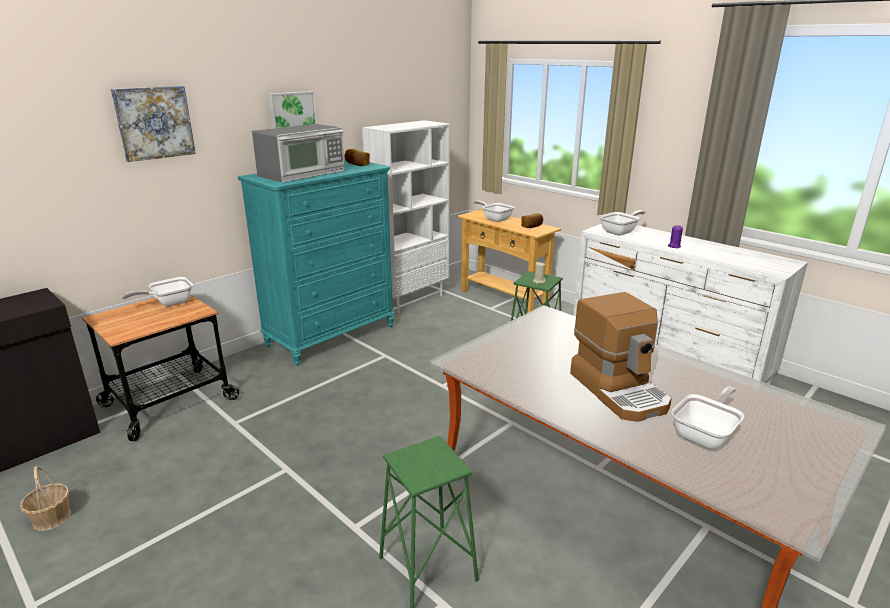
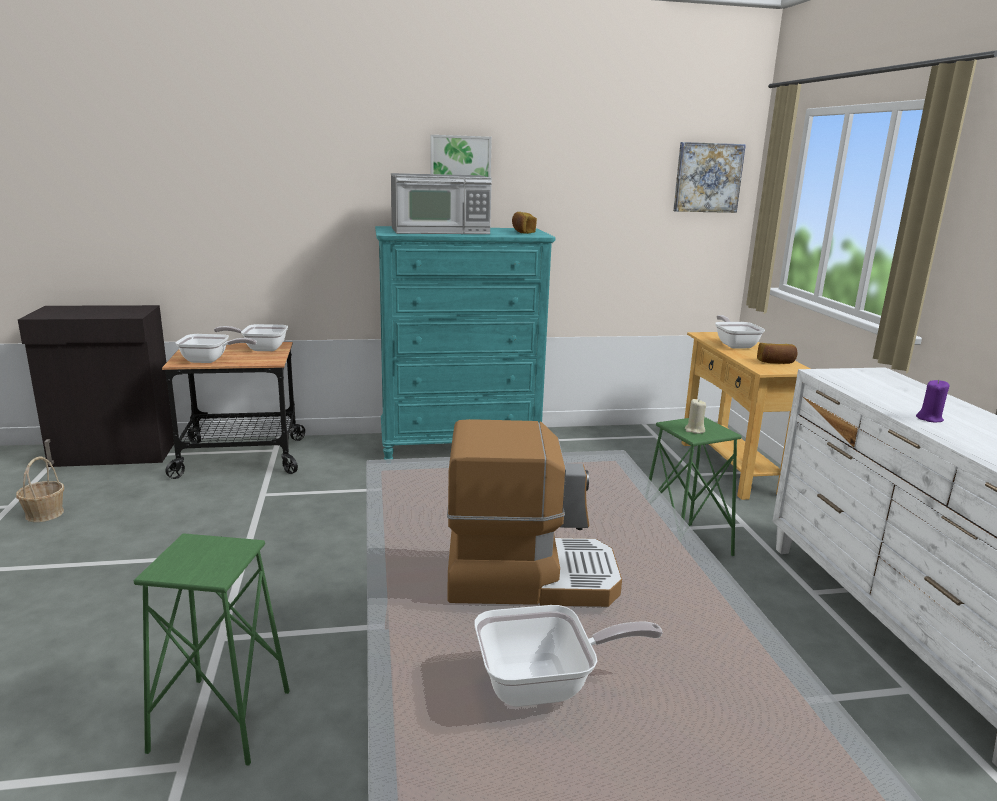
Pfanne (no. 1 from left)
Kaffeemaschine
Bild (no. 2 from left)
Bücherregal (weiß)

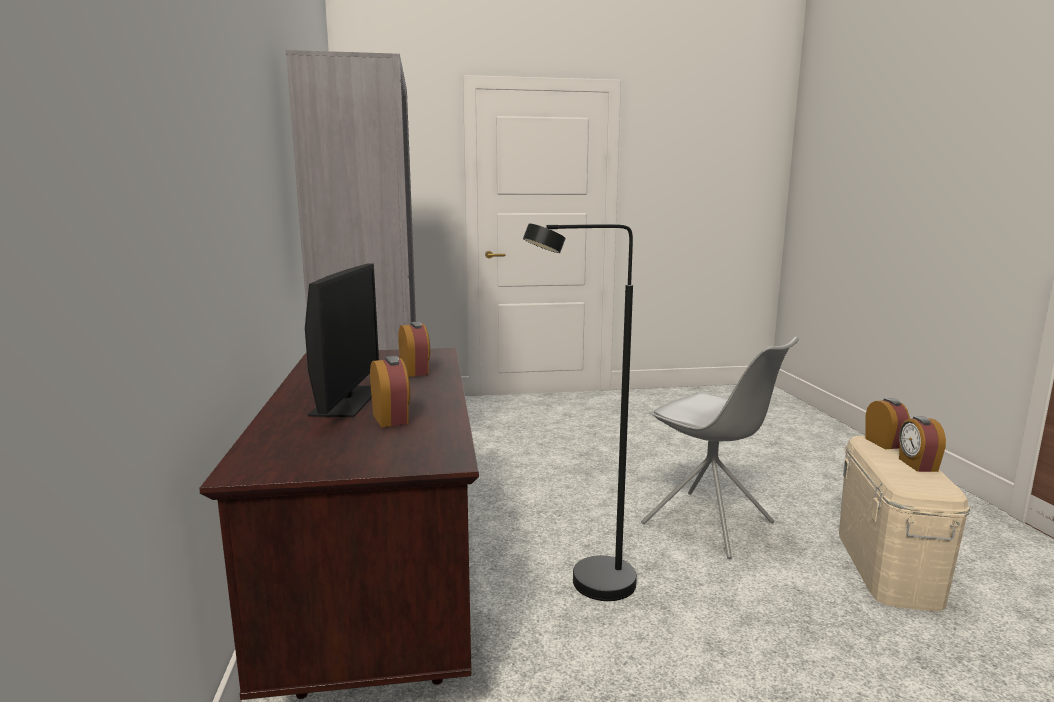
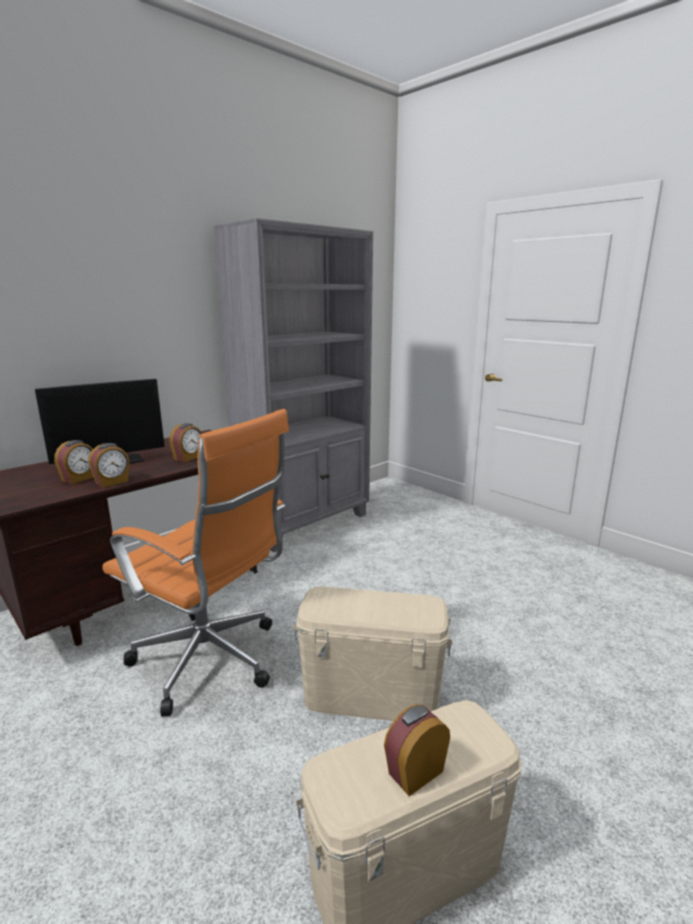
Wecker (no. 2 from left)
Bürostuhl (orange)
Aufbewahrungsbox (beige) (no. 1 from left)

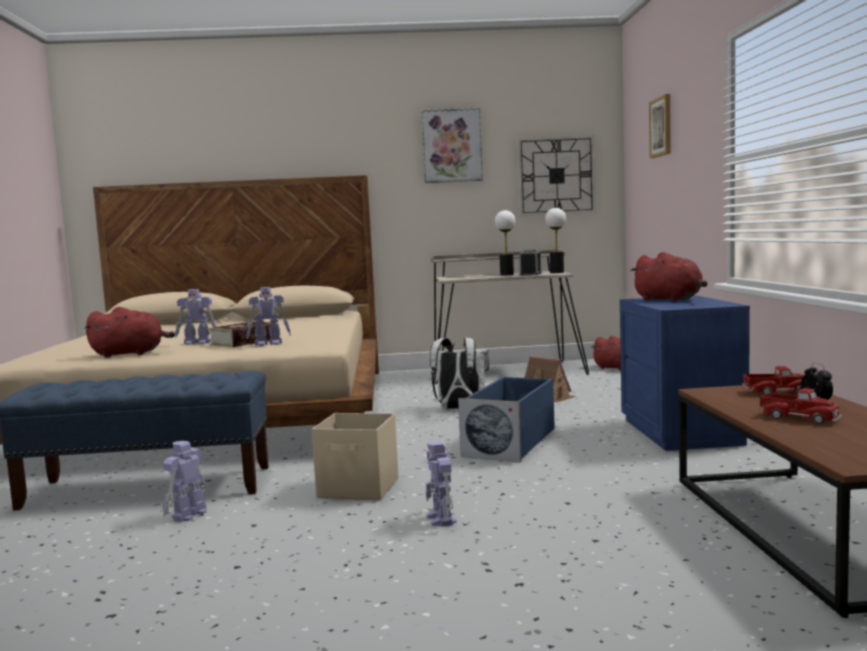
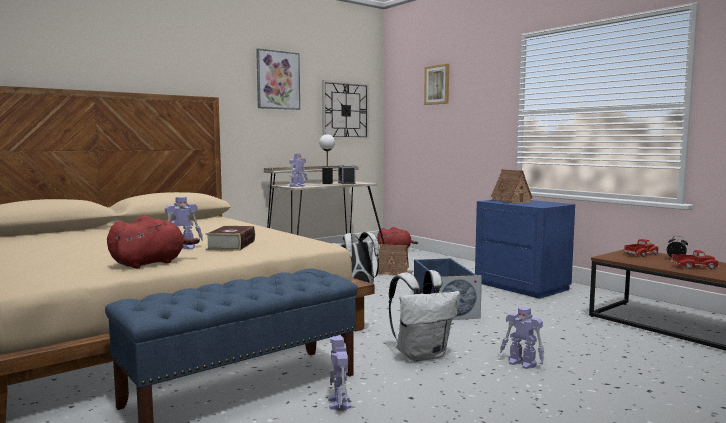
Spielzeugroboter (no. 2 from left)
Rucksack (weiß) (no. 2 from left)
Spielzeughaus (no. 2 from left)
Tischlampe (no. 2 from left in the first image)

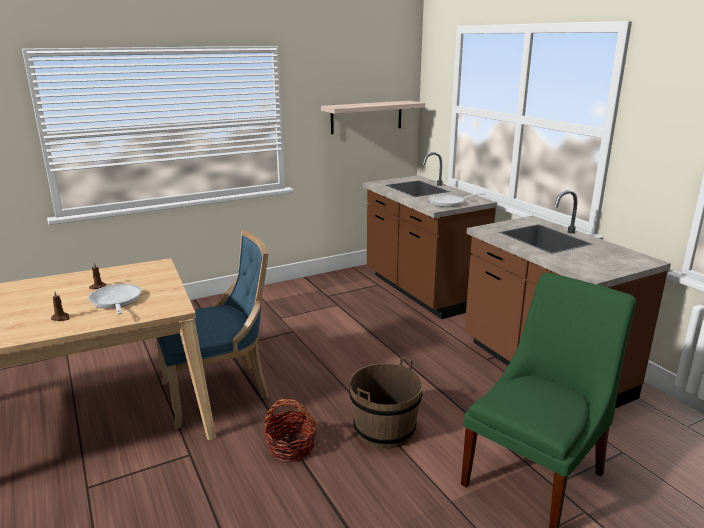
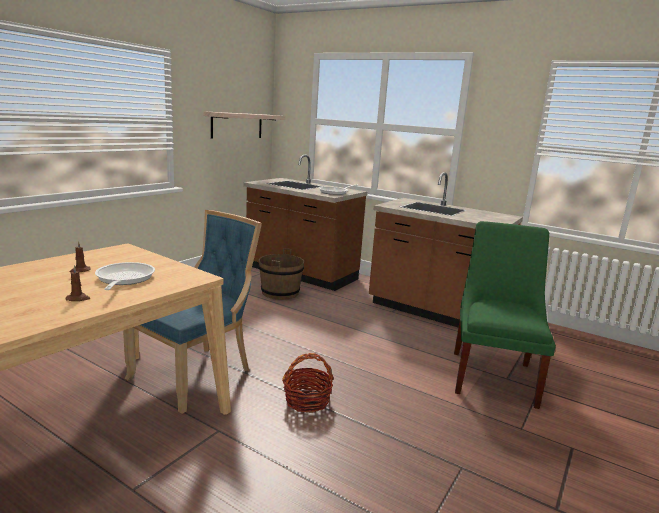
Pfanne (no. 1 from left)
Eimer (braun)

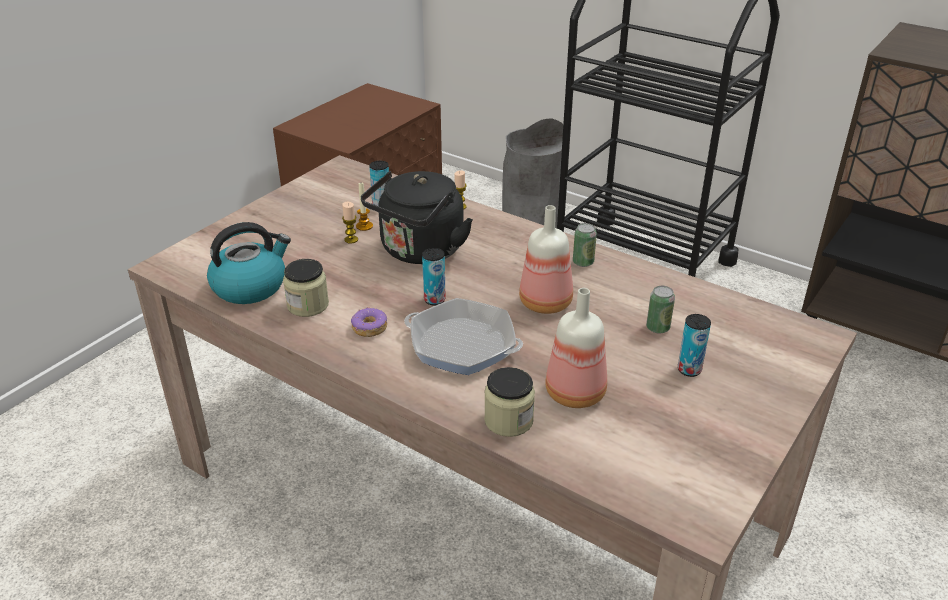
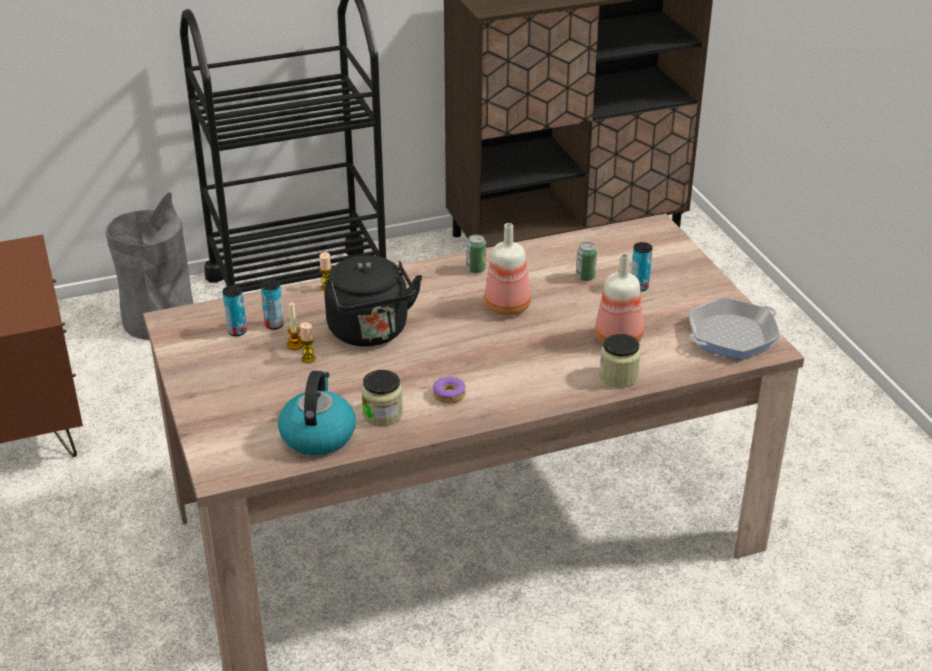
Dose (no. 1 from left)
Pfanne

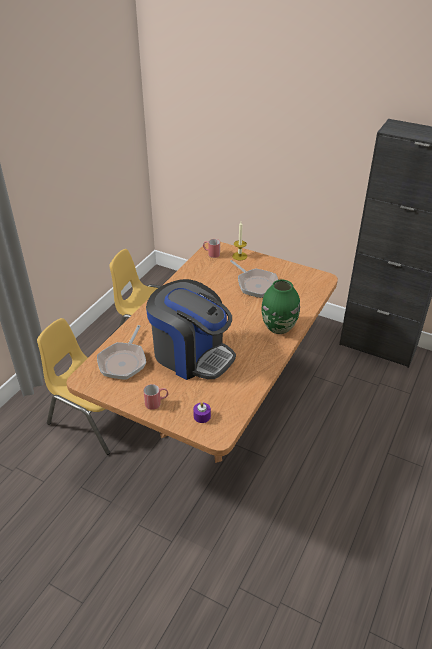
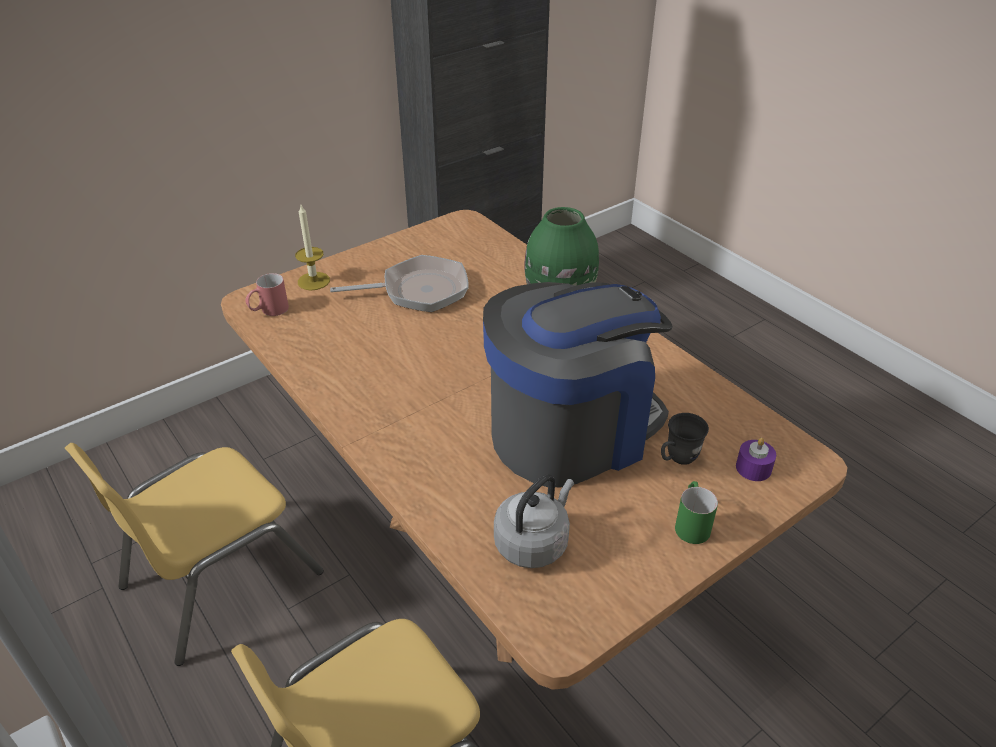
Wasserkessel (grau)
Henkelbecher (grau)
Henkelbecher (grün)

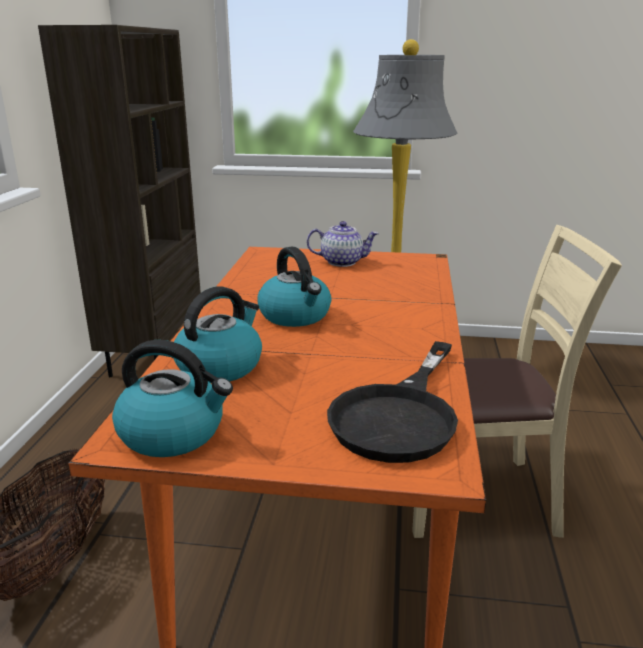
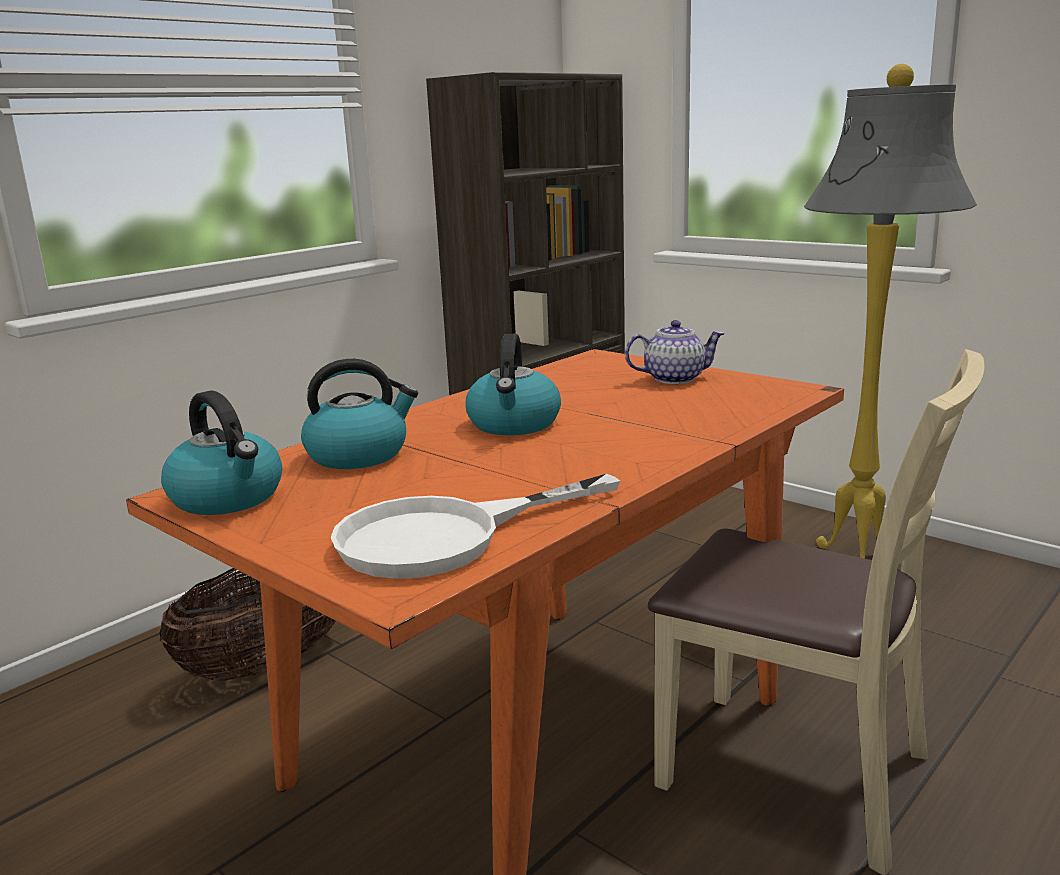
Pfanne (weiß)
Teekanne

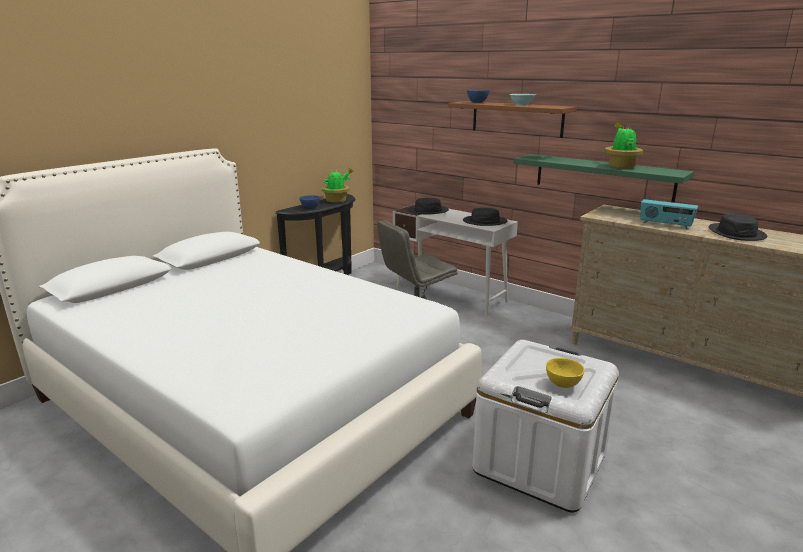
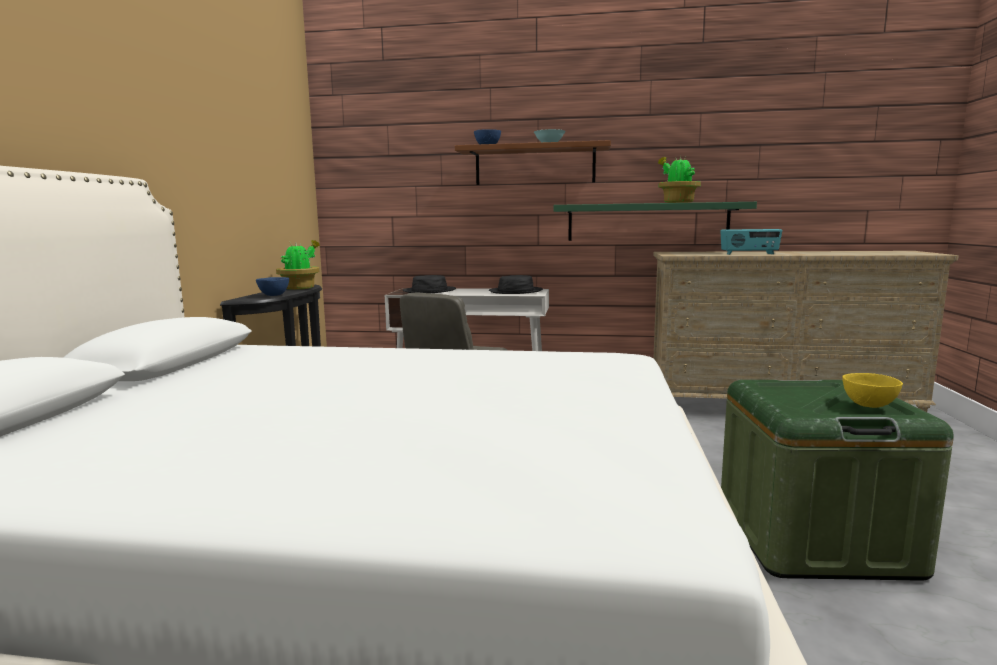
Aufbewahrungsbox (grün)
Hut (schwarz) (no. 3 from left in the first image)

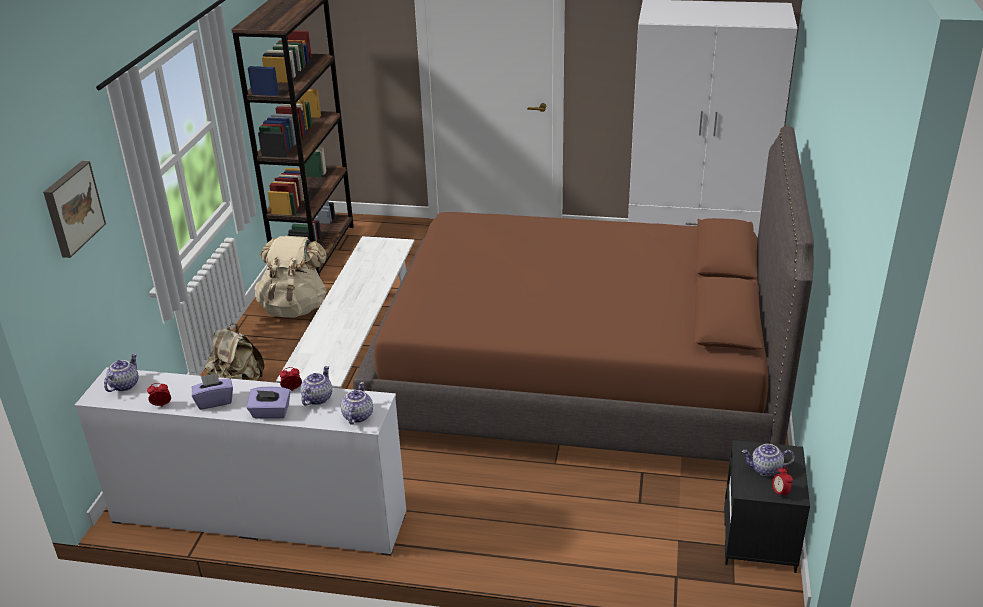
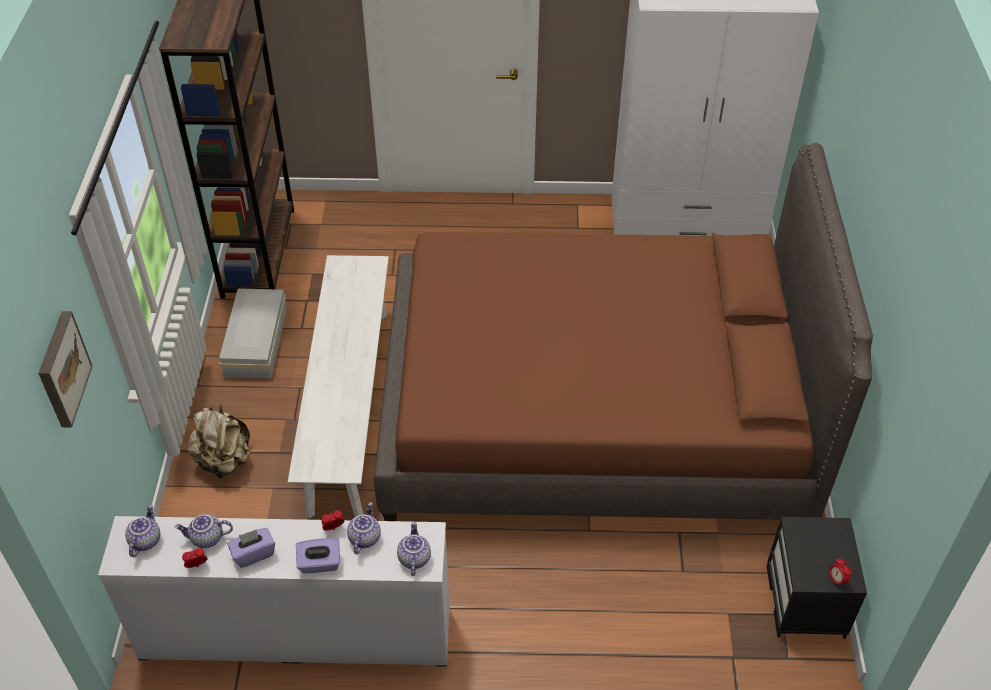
Teekanne (no. 2 from left)
Aufbewahrungsbox (weiß)

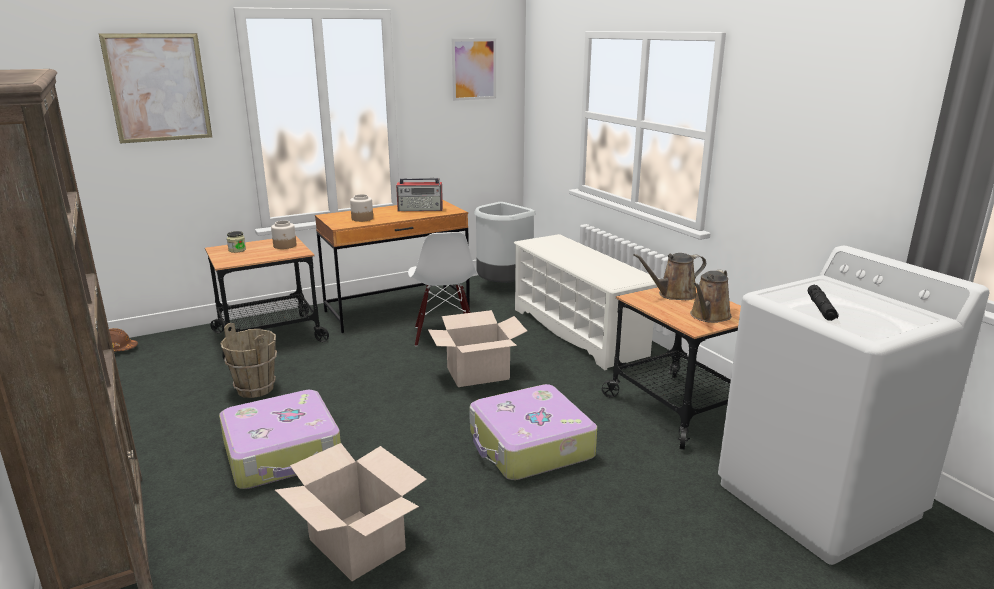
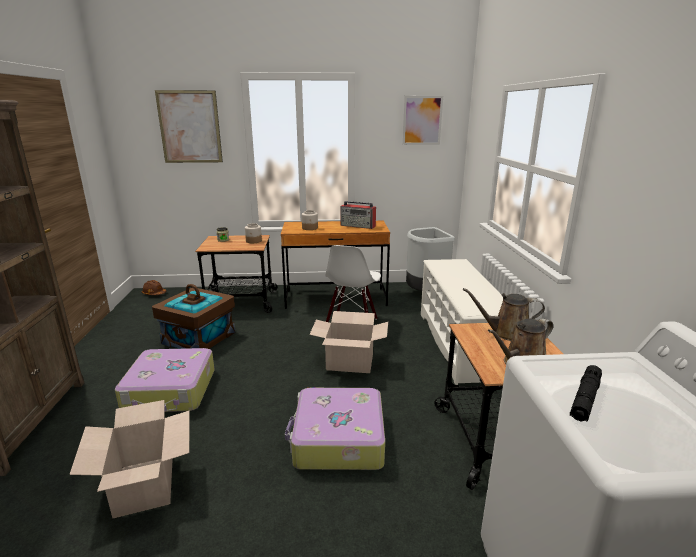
Aufbewahrungsbox (braun)

